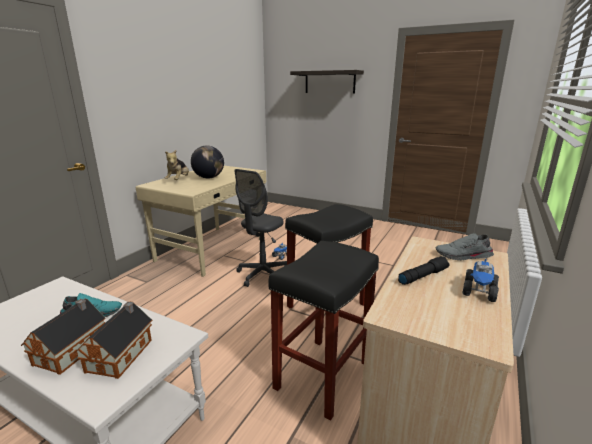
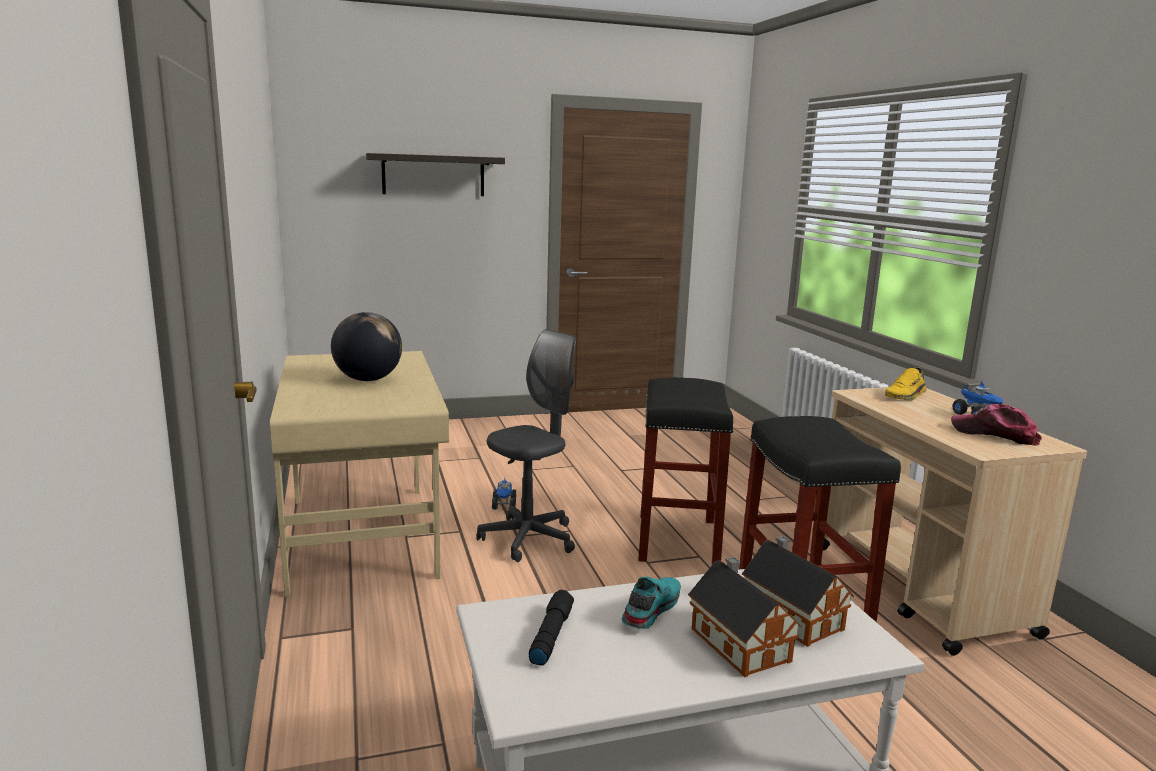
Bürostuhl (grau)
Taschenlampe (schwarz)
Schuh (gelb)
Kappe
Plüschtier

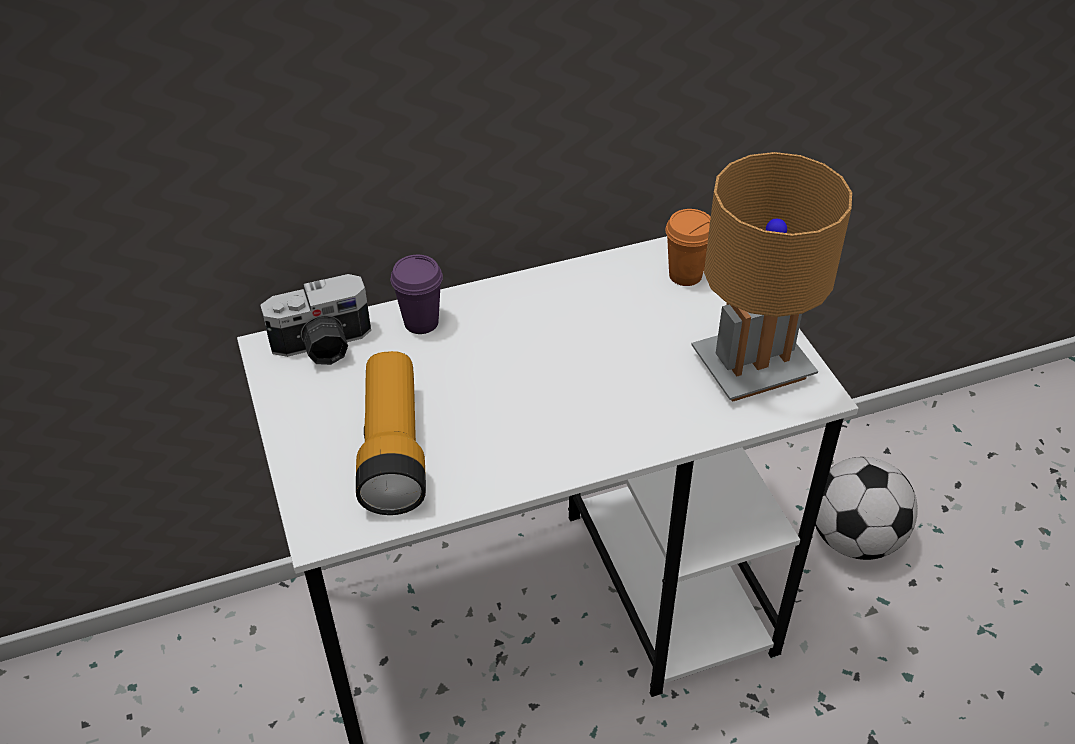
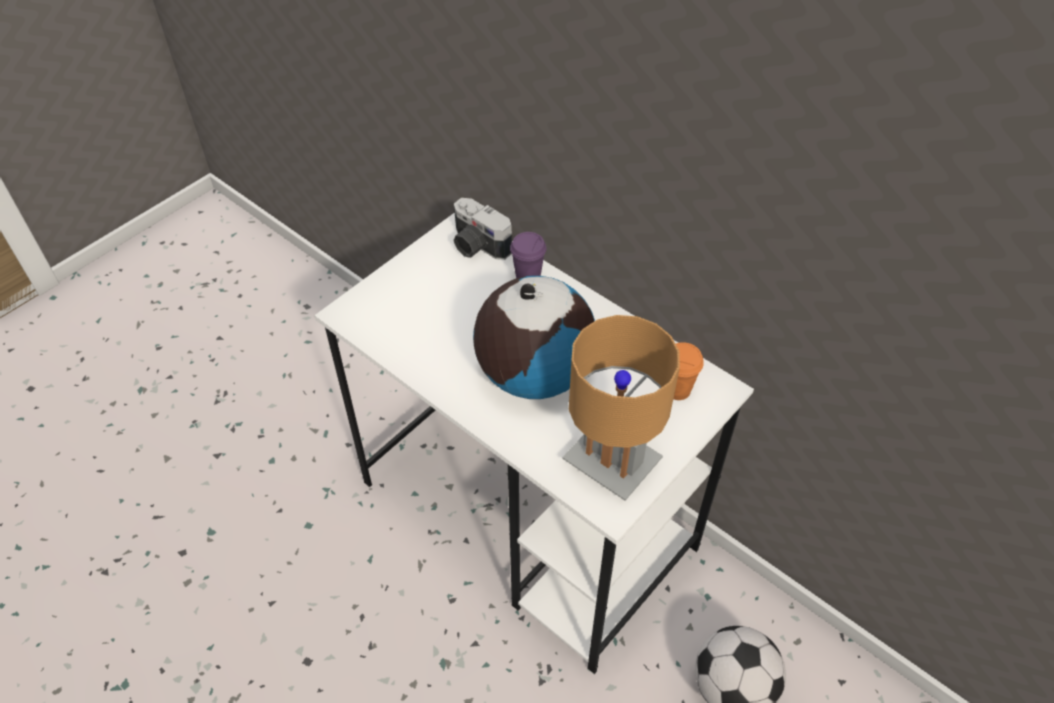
Globus
Taschenlampe

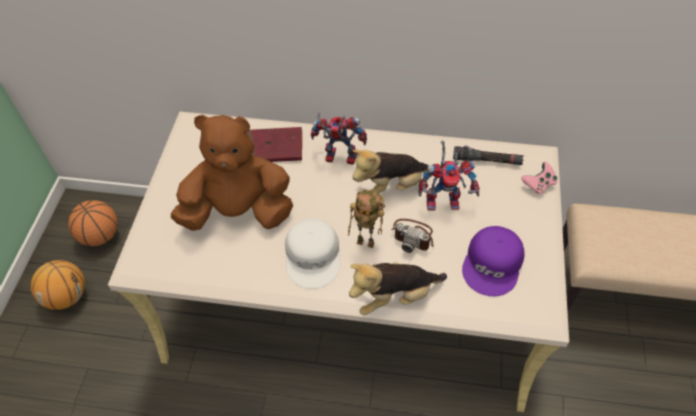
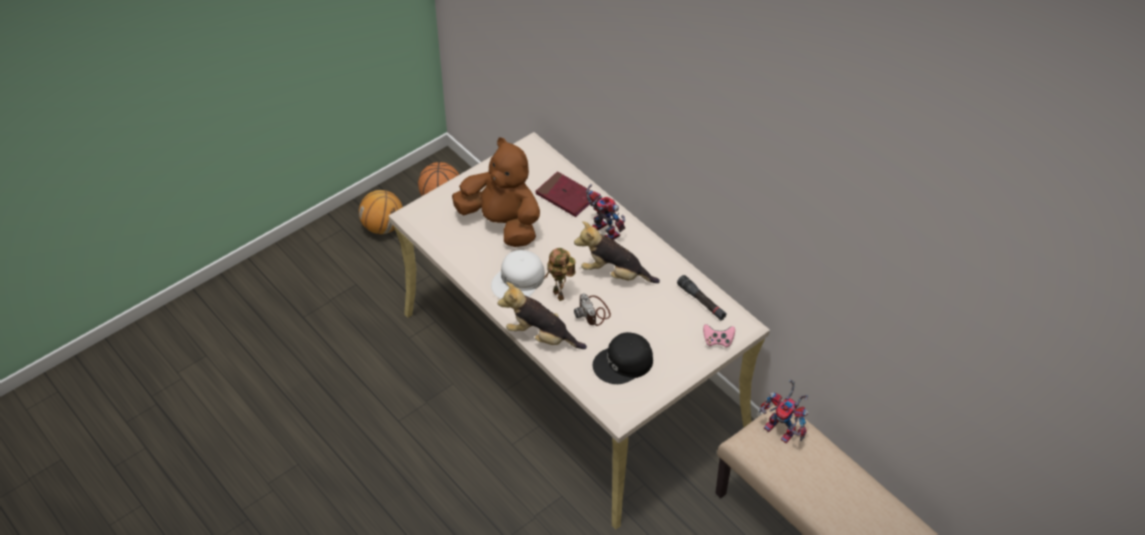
Kappe (schwarz)
Spielzeugroboter (no. 3 from left)

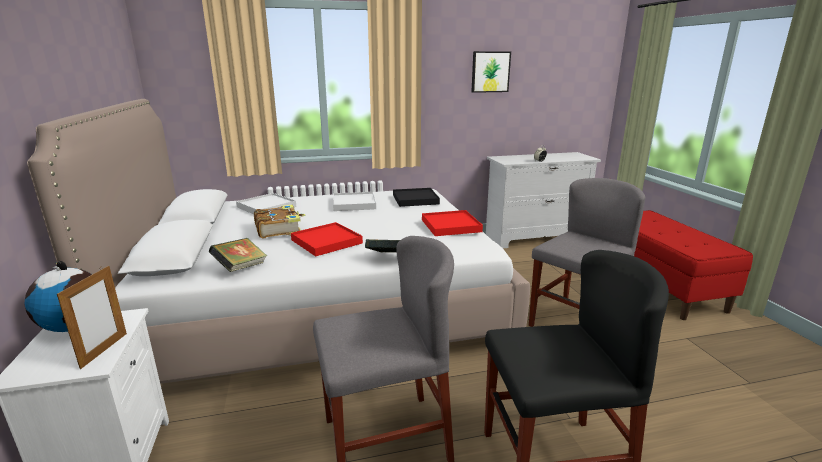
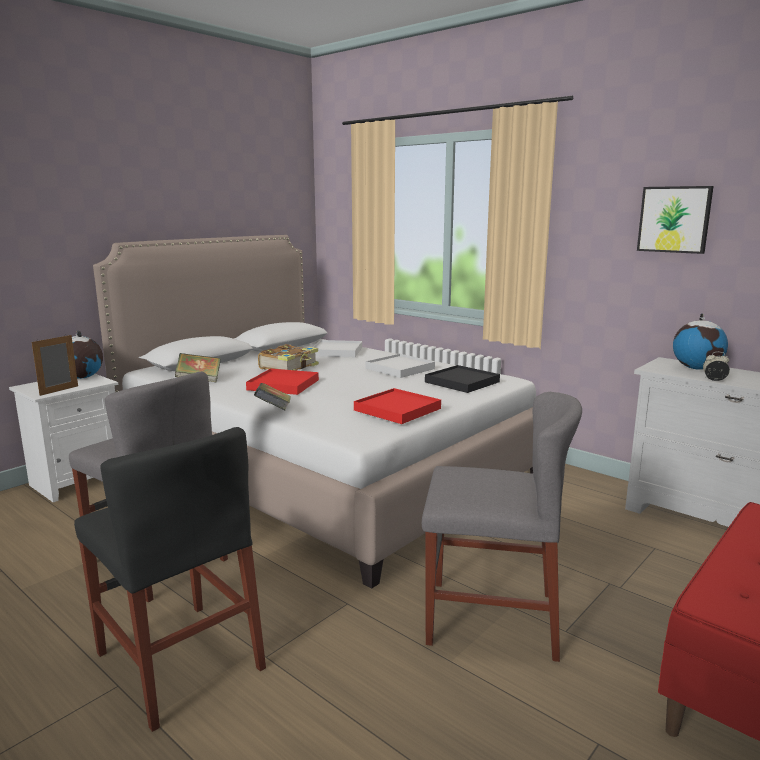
Bilderrahmen
Globus (no. 2 from left)

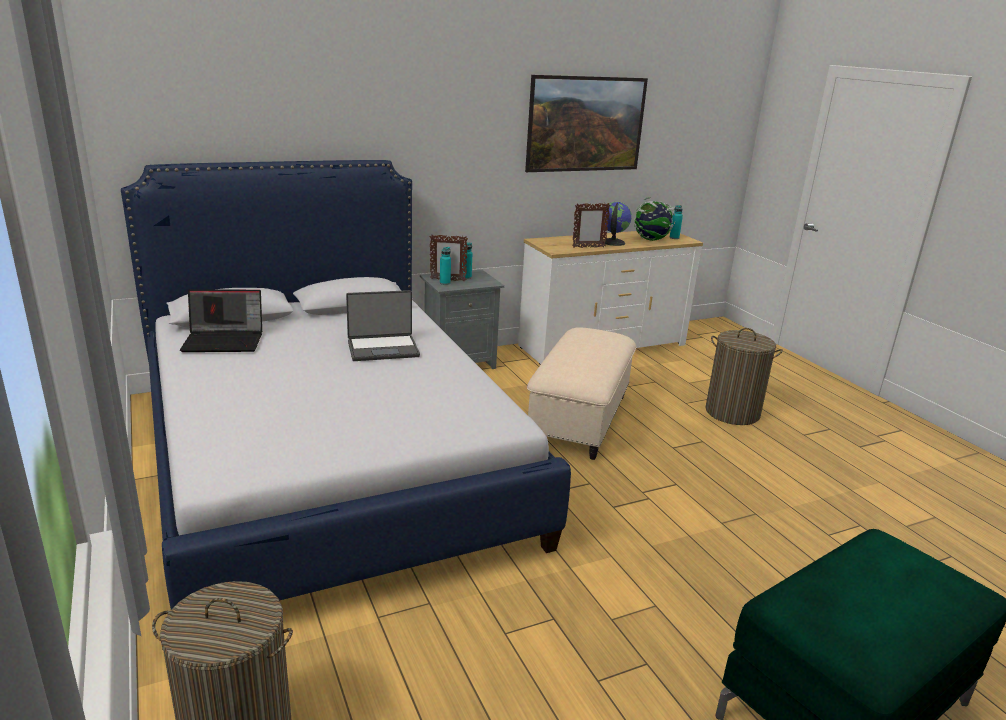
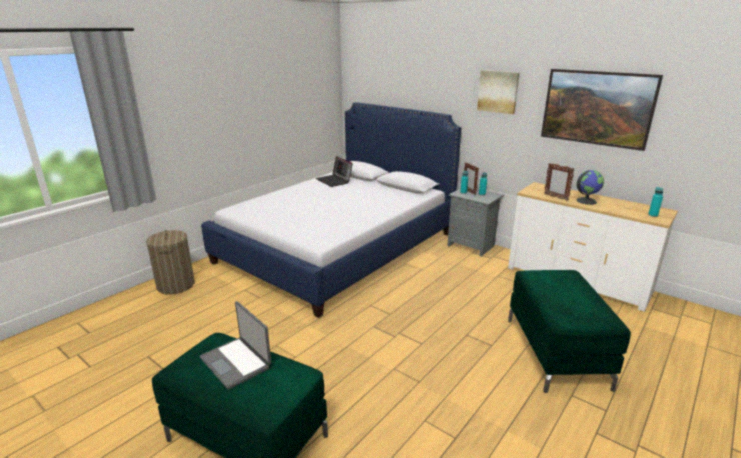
Laptop (no. 1 from left)
Bild (no. 1 from left)
Polsterhocker (grün) (no. 2 from left)
Polsterhocker (beige)
Globus (no. 2 from left in the first image)

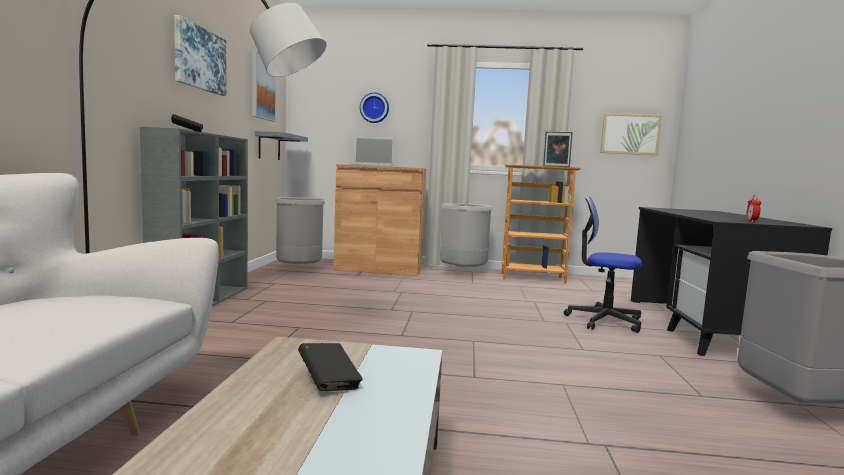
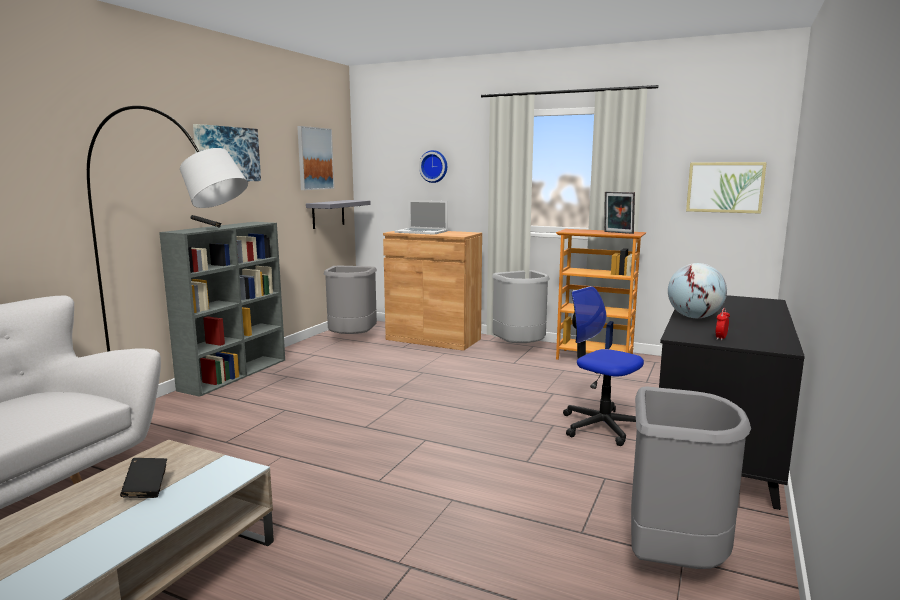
Globus

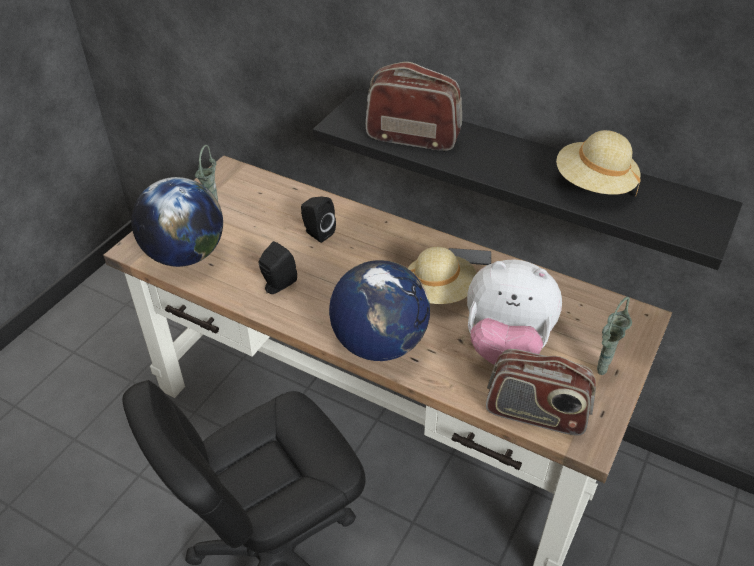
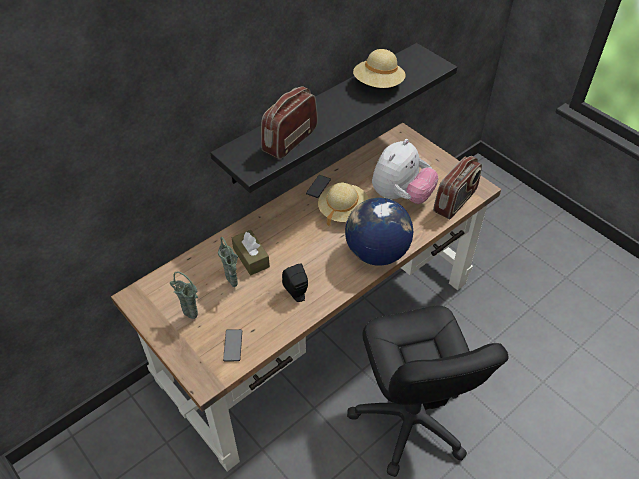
Vase (grün) (no. 2 from left)
Handy (no. 1 from left)
Taschentuchbox (braun)

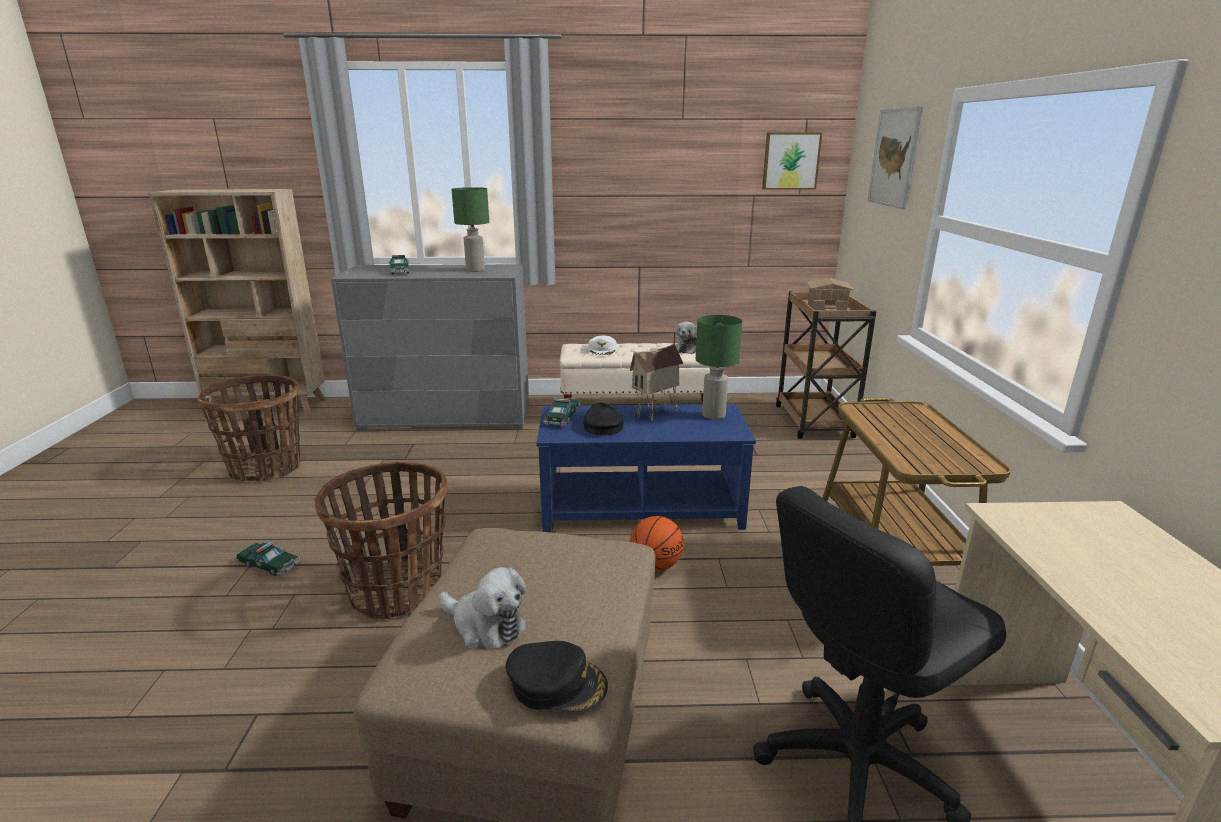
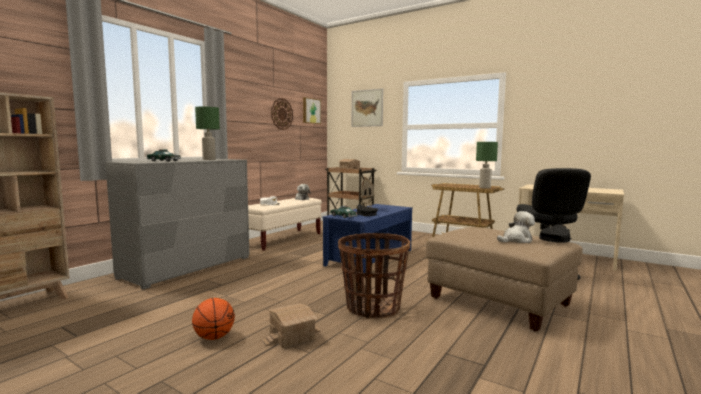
Basketball
Spielzeughaus (no. 1 from left)
Wanduhr
Tischlampe (grün) (no. 2 from left)
Korb (no. 1 from left in the first image)

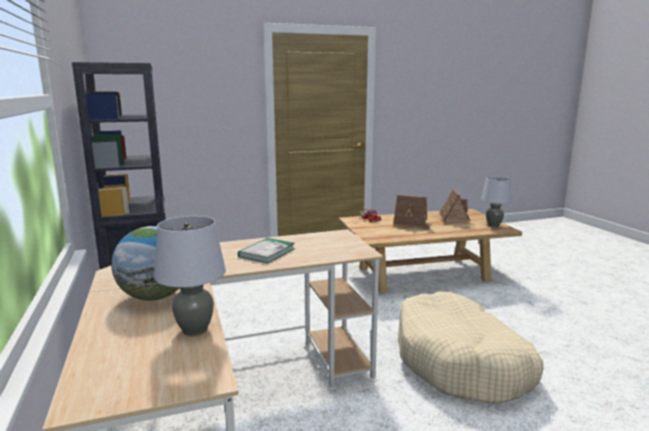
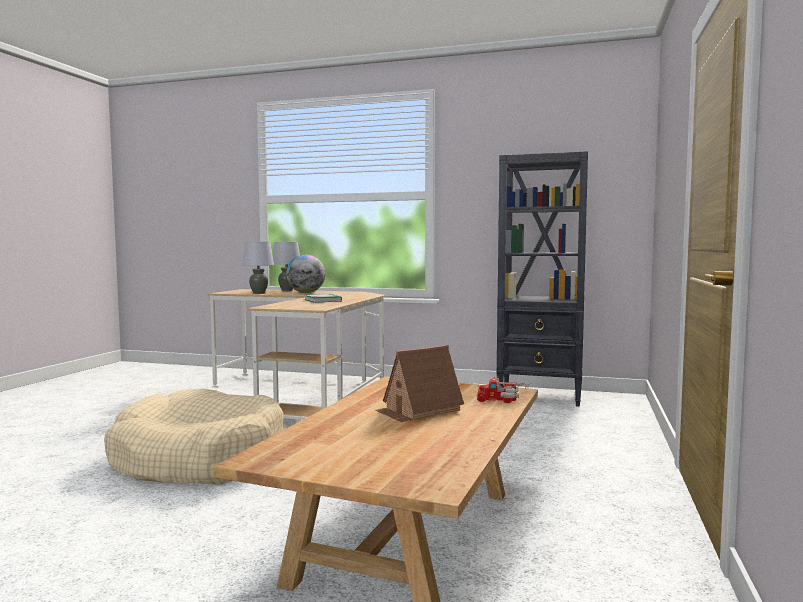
Tischlampe (grau) (no. 2 from left)
Spielzeughaus (no. 2 from left in the first image)

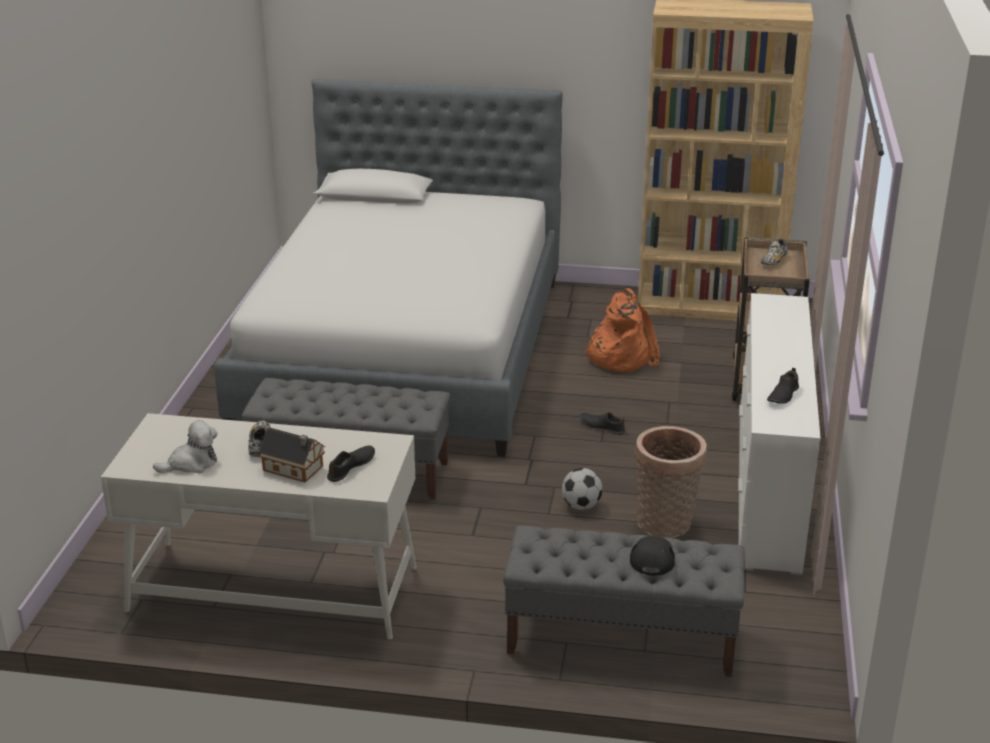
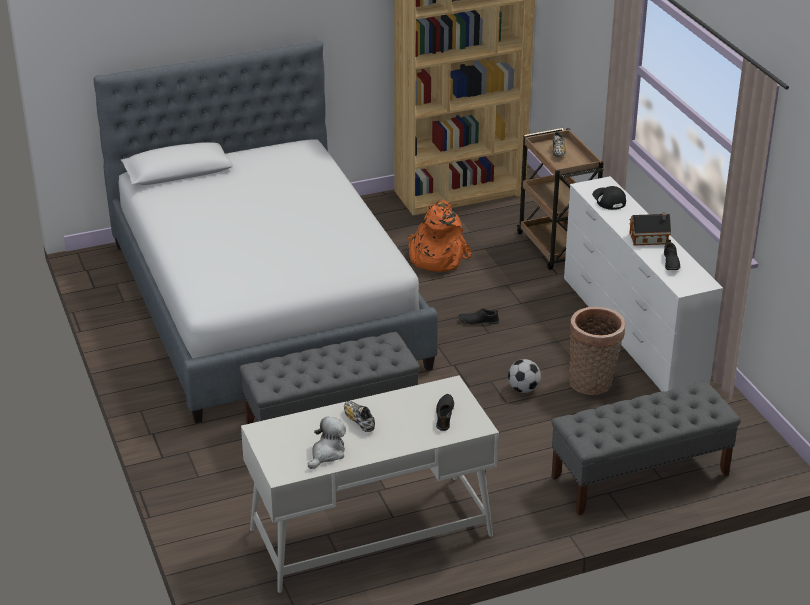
Kappe (schwarz)
Spielzeughaus

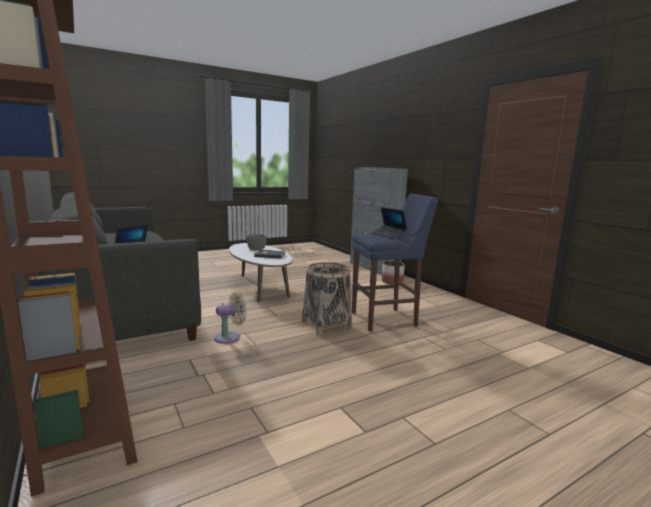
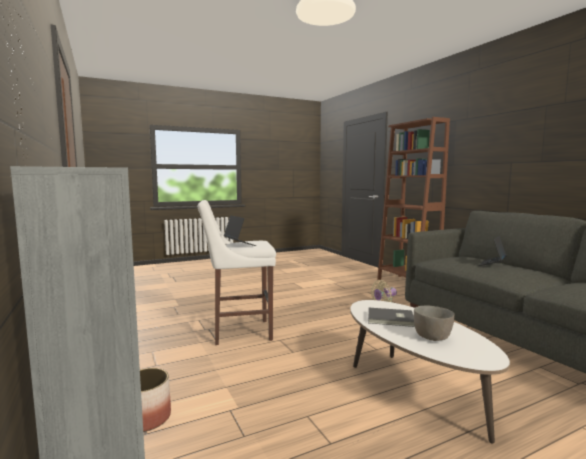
Hocker (weiß)
Korb

